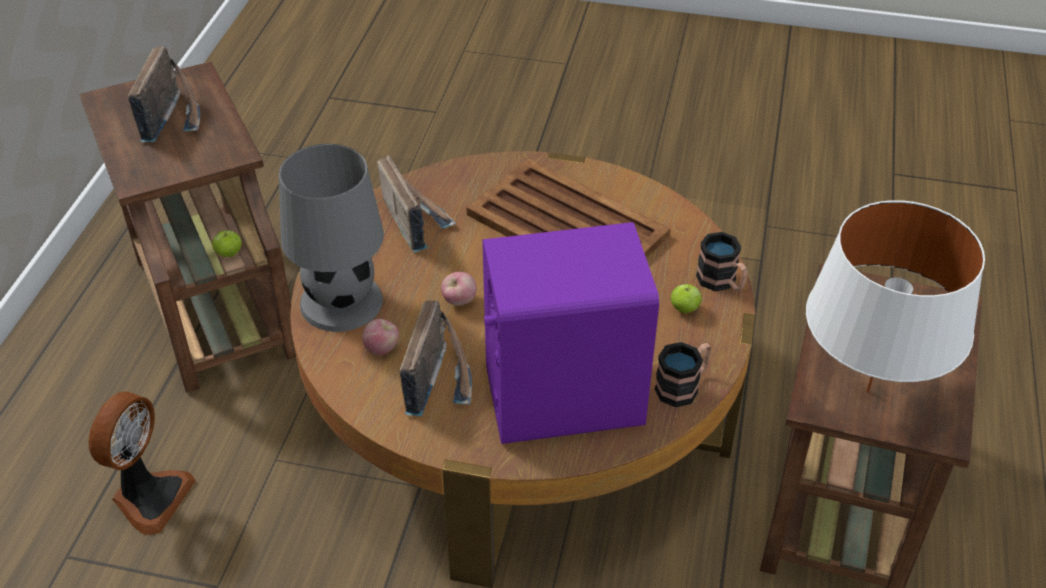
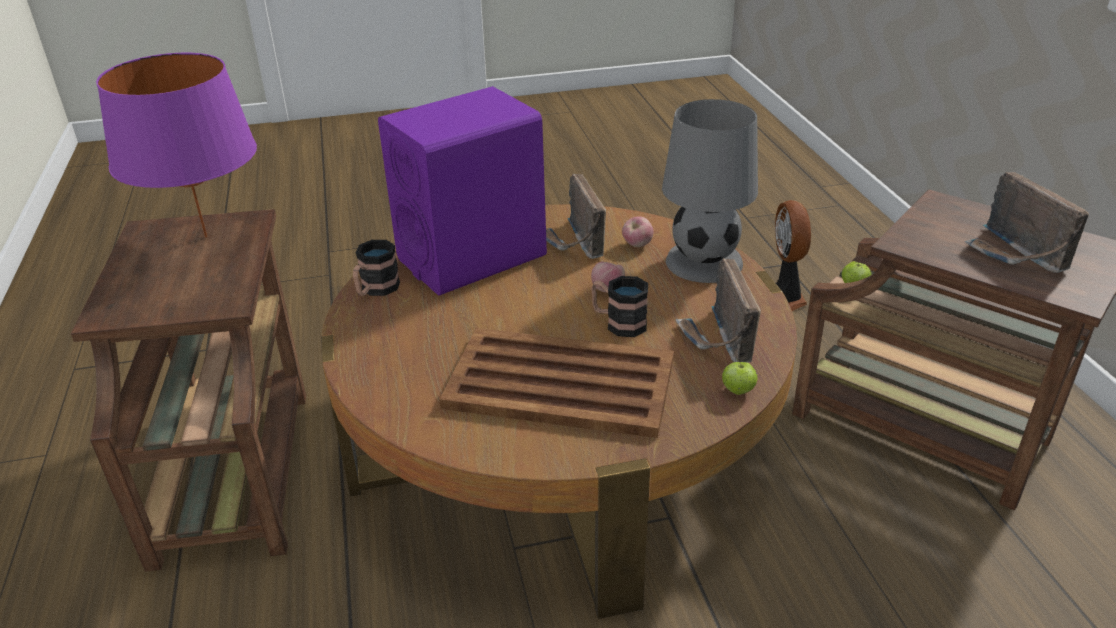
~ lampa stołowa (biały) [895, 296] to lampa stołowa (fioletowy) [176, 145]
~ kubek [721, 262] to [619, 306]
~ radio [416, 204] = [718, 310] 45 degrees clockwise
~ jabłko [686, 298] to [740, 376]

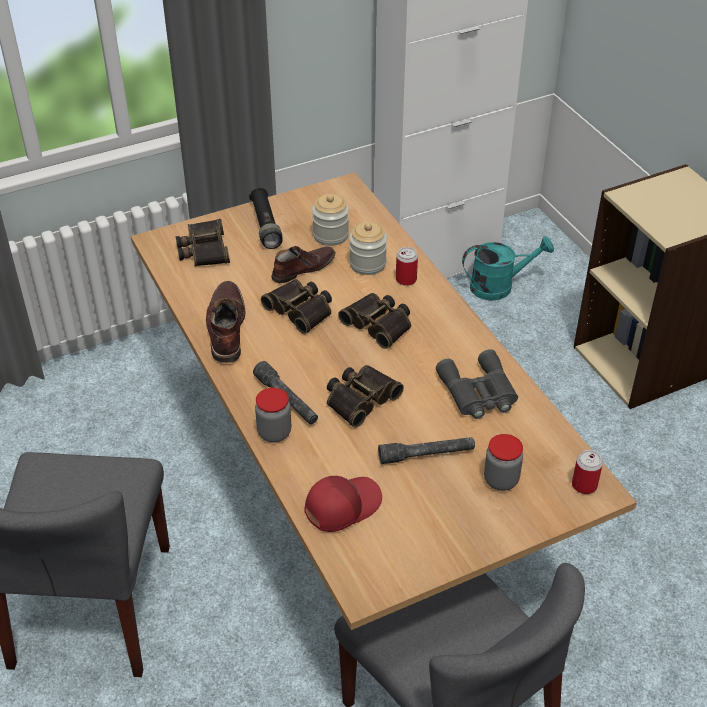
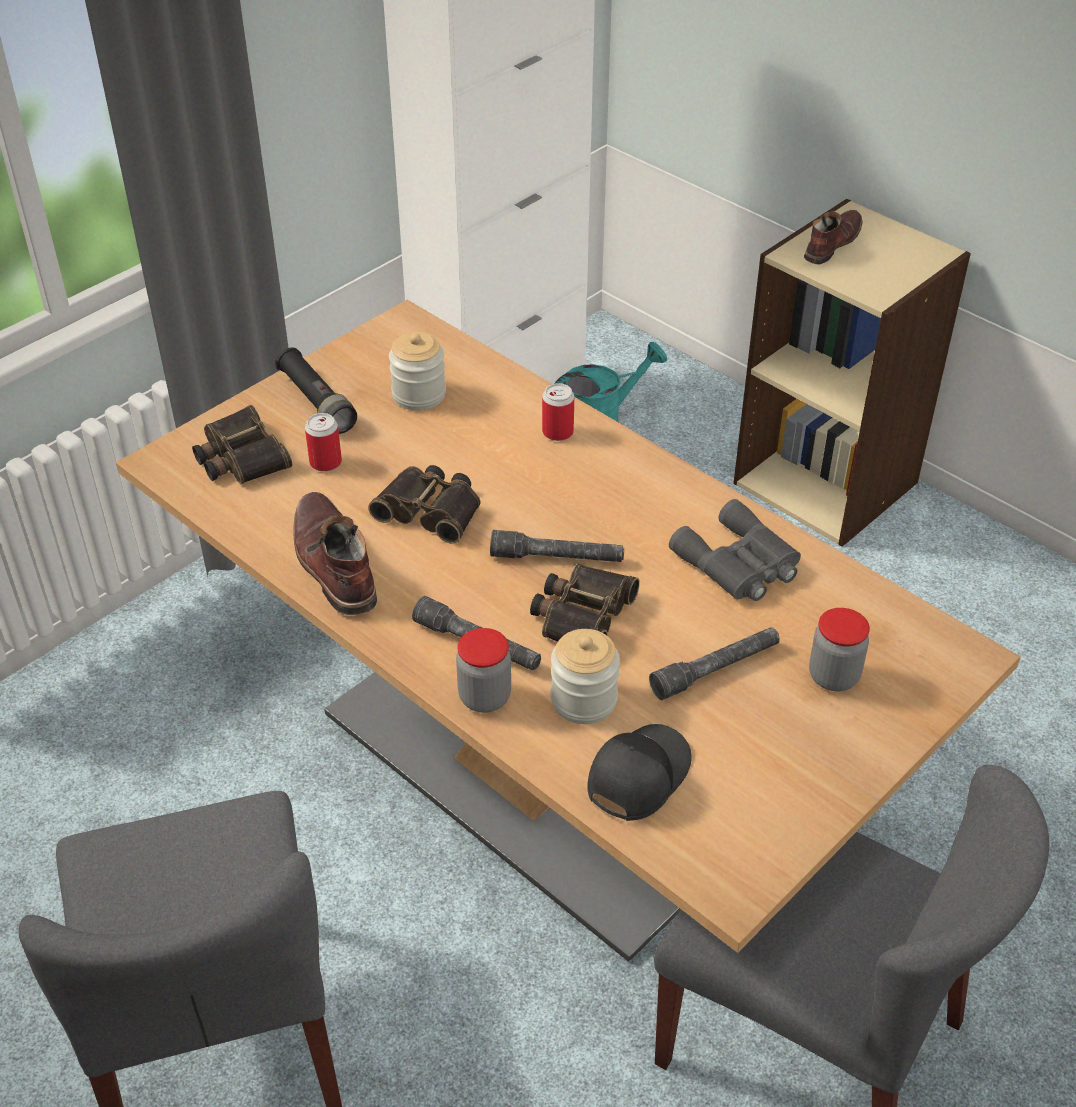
~ puszka [587, 472] to [323, 442]
+ latarka (szary) [557, 546]
~ słoik [368, 248] to [585, 676]
~ czapka z daszkiem (czerwony) [343, 504] to czapka z daszkiem (czarny) [639, 772]
~ but (brązowy) [303, 264] to [833, 237]
- lornetka [374, 321]

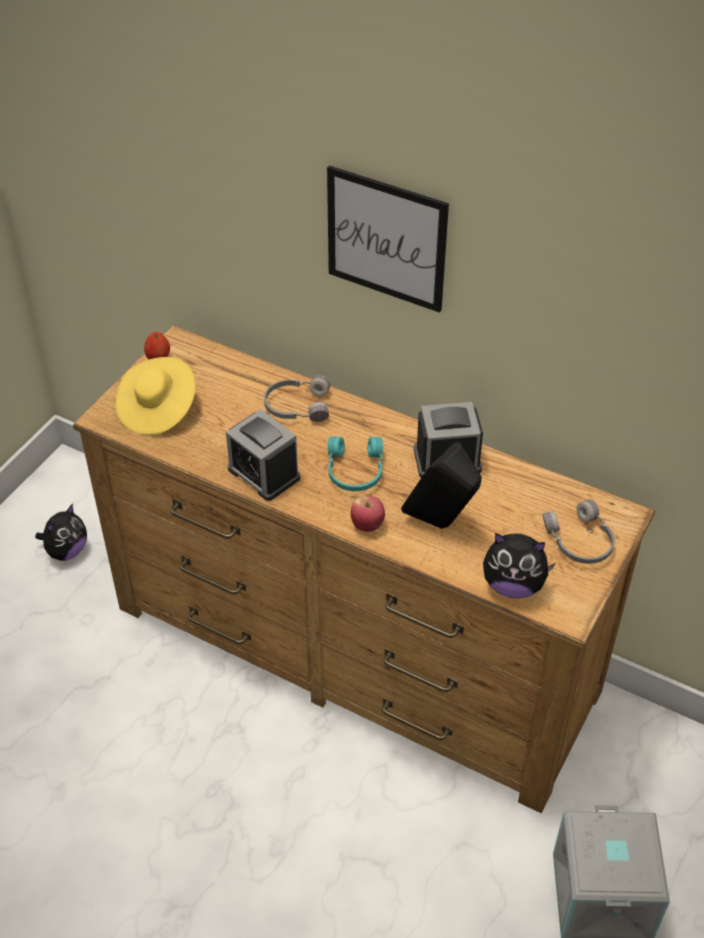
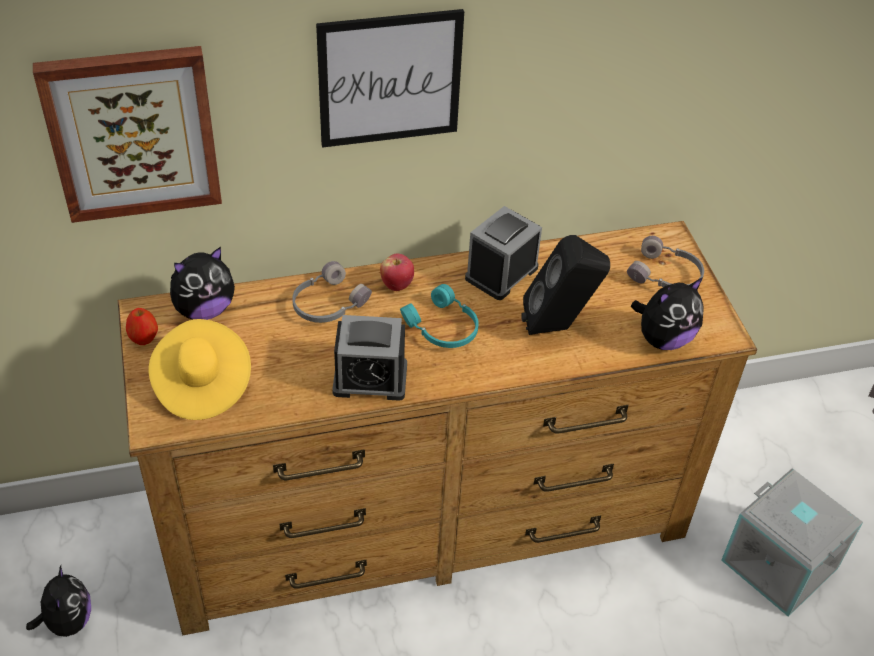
+ obraz [127, 134]
+ pluszak [202, 283]
~ jabłko [368, 514] to [397, 272]

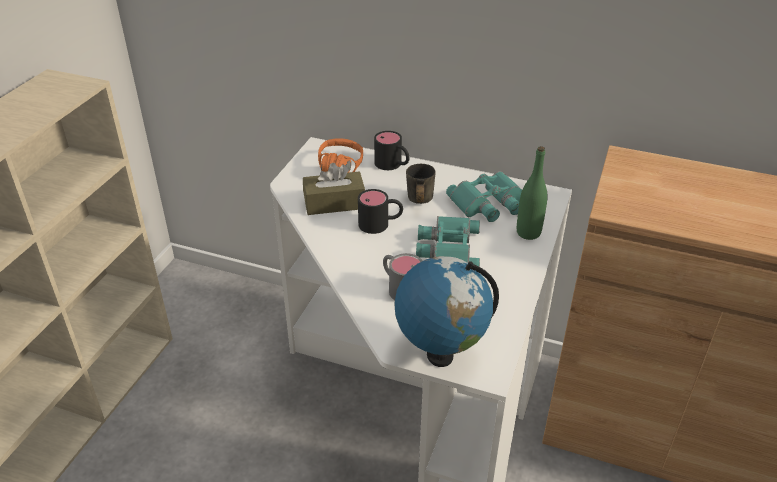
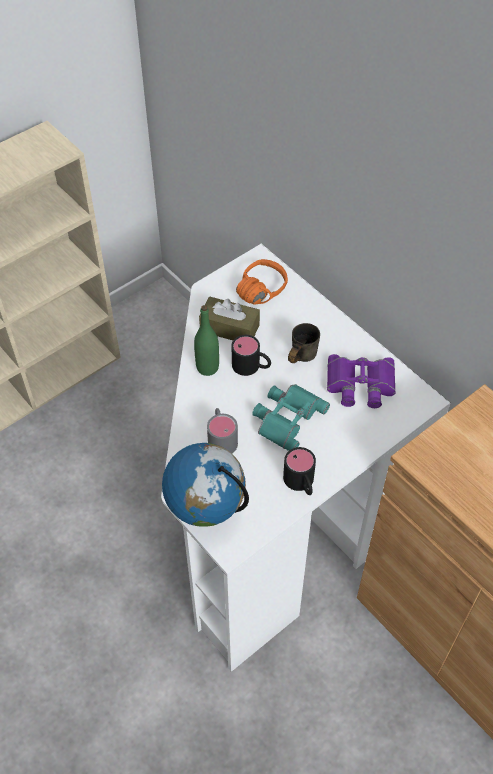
~ butelka (zielony) [532, 193] to [206, 340]
~ kubek (czarny) [391, 150] to [299, 471]
~ lornetka (turkusowy) [484, 196] to lornetka (fioletowy) [361, 381]

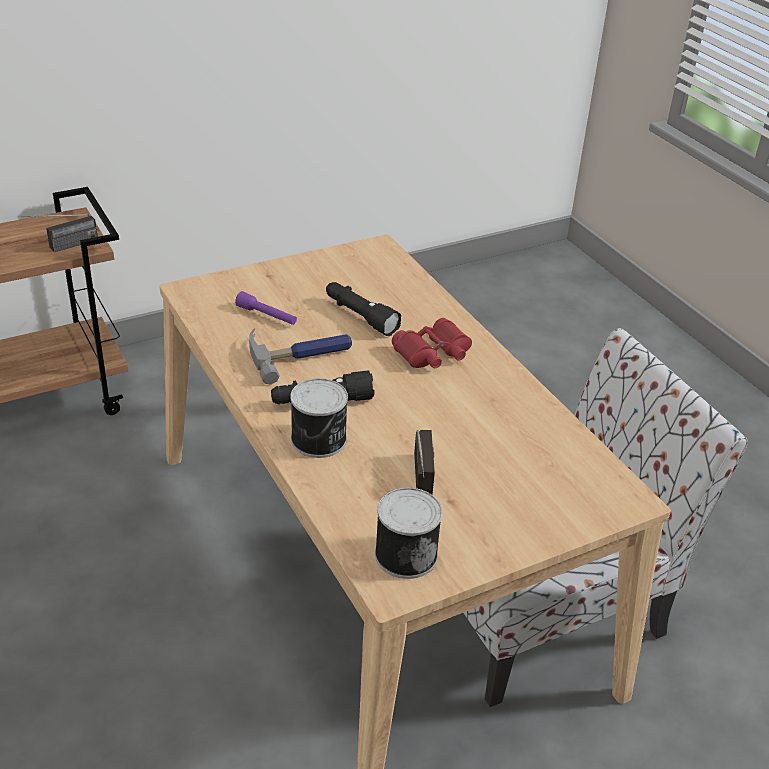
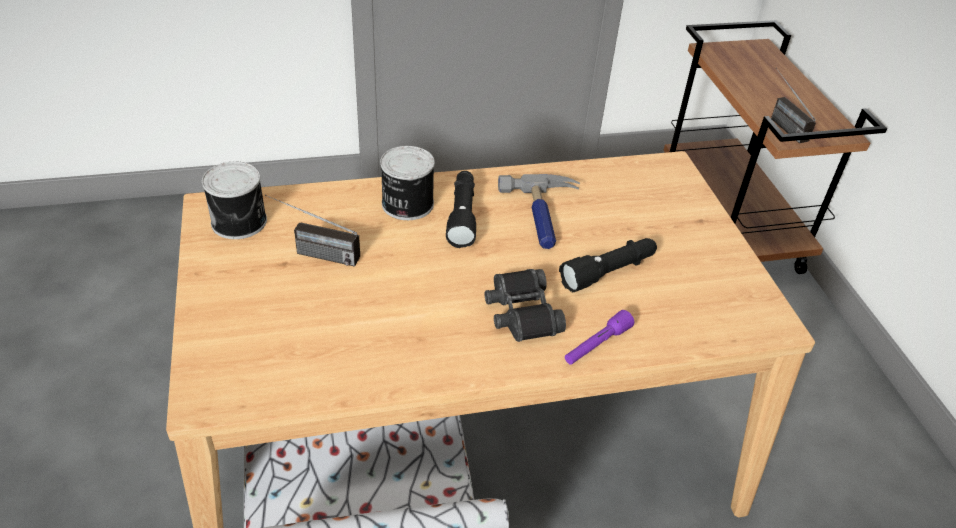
~ lornetka (czerwony) [432, 343] to lornetka (czarny) [525, 305]
~ latarka (fioletowy) [266, 308] to [599, 337]

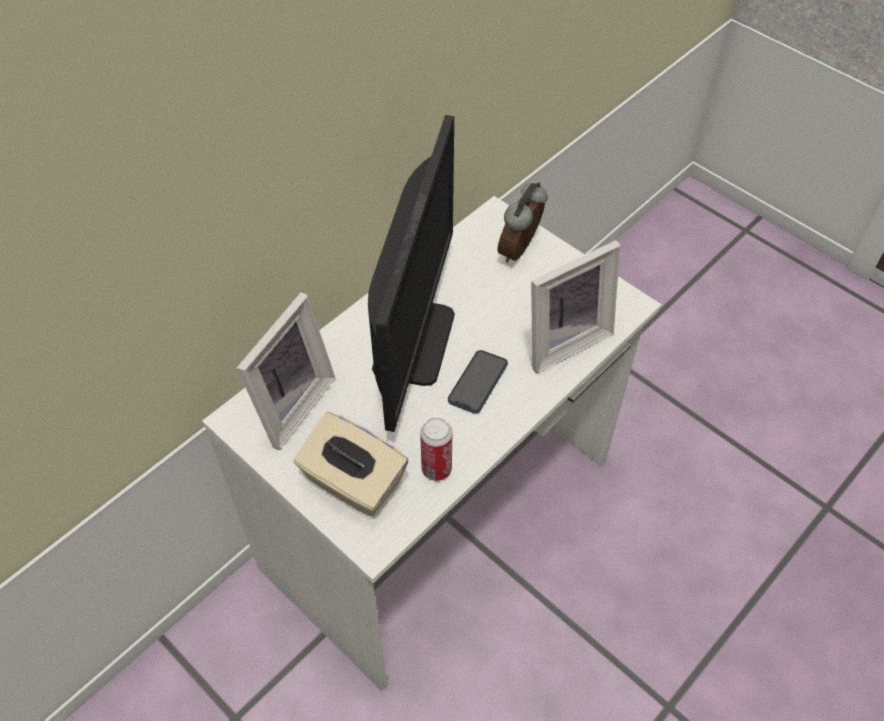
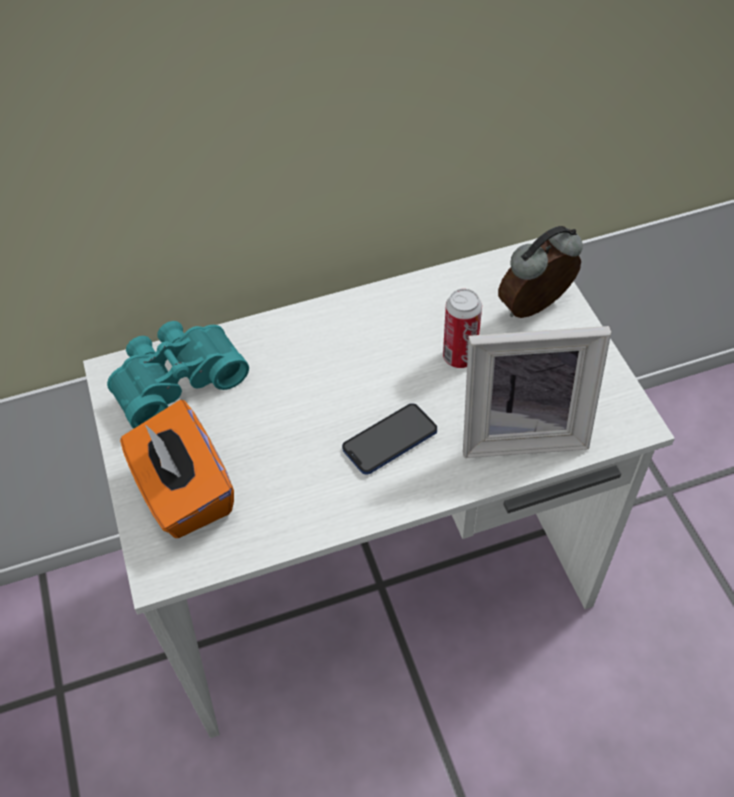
~ ramka na zdjęcie [286, 371] to lornetka (turkusowy) [178, 375]
~ pudełko chusteczek (beżowy) [350, 464] to pudełko chusteczek (pomarańczowy) [177, 469]
~ puszka [436, 449] to [462, 328]
- monitor [411, 273]

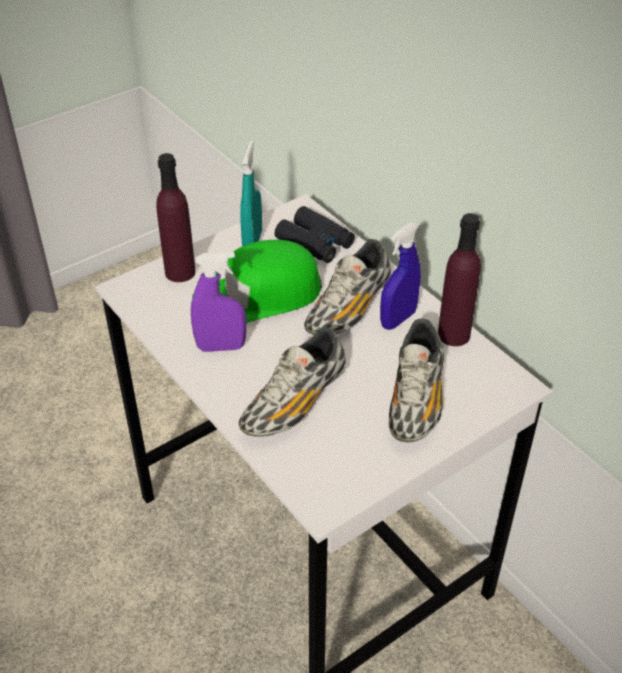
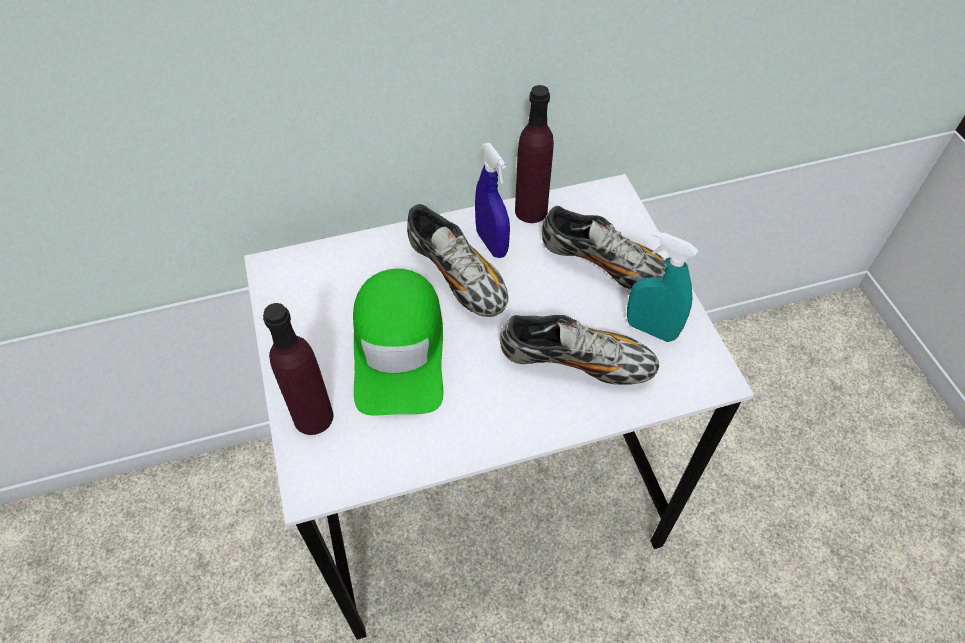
~ but [292, 382] = [579, 350] 45 degrees counterclockwise
~ spryskiwacz (turkusowy) [251, 193] to [662, 286]
- spryskiwacz (fioletowy) [218, 302]
- lornetka (czarny) [315, 234]

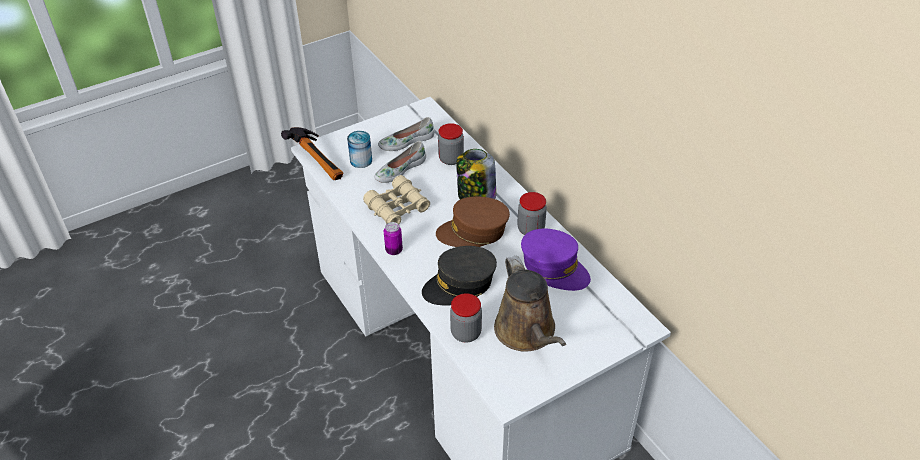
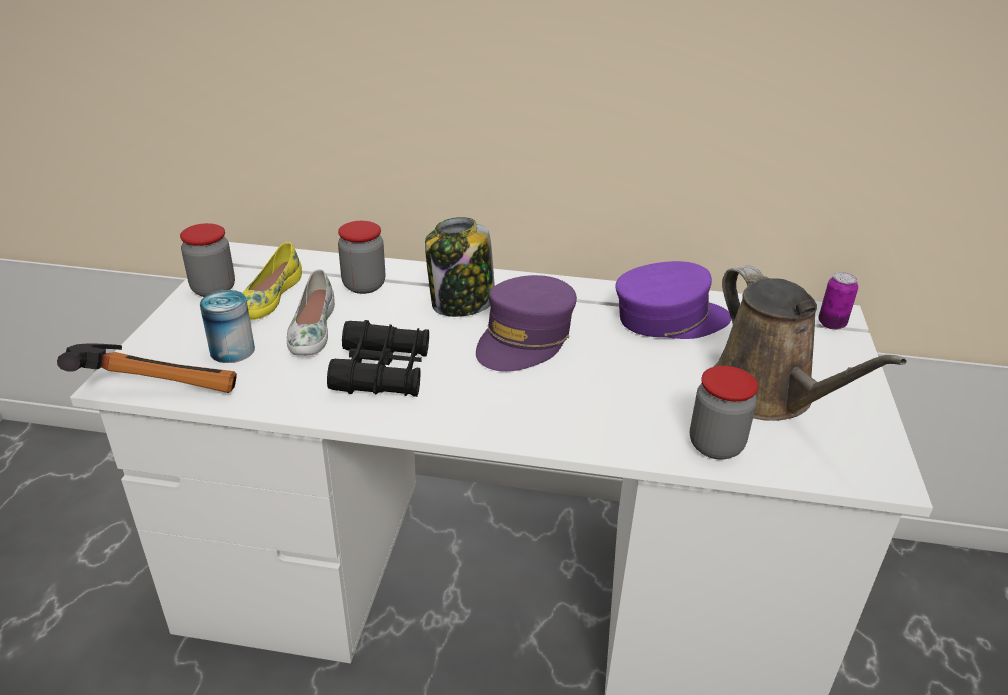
~ słoik [532, 213] to [207, 260]
~ but (biały) [406, 134] to but (żółty) [272, 281]
~ lornetka (beżowy) [396, 199] to lornetka (czarny) [378, 358]
~ czapka z daszkiem (brązowy) [473, 221] to czapka z daszkiem (fioletowy) [526, 323]
~ konewka (brązowy) [530, 303] = [810, 343] 45 degrees clockwise
~ puszka [393, 238] to [838, 301]
- czapka z daszkiem (szary) [459, 275]

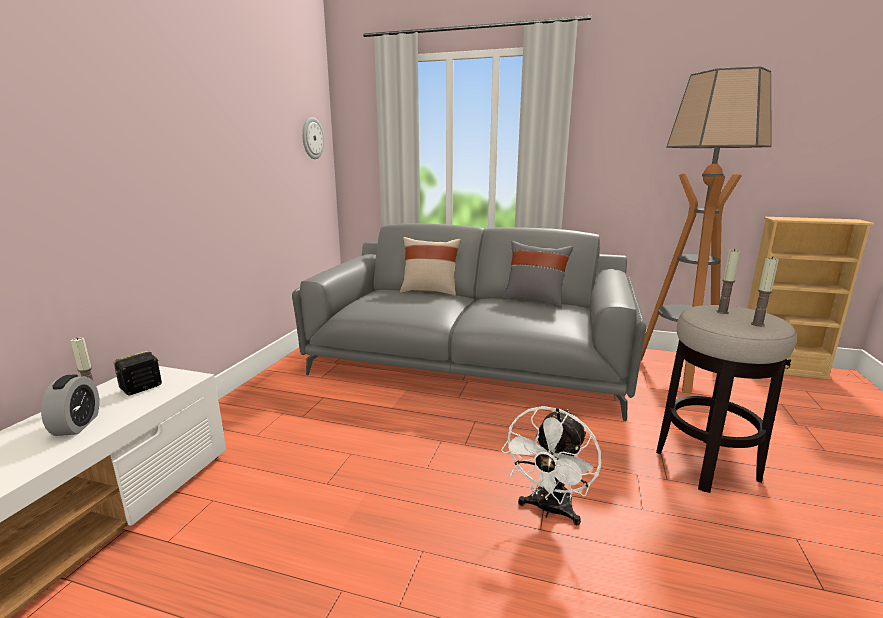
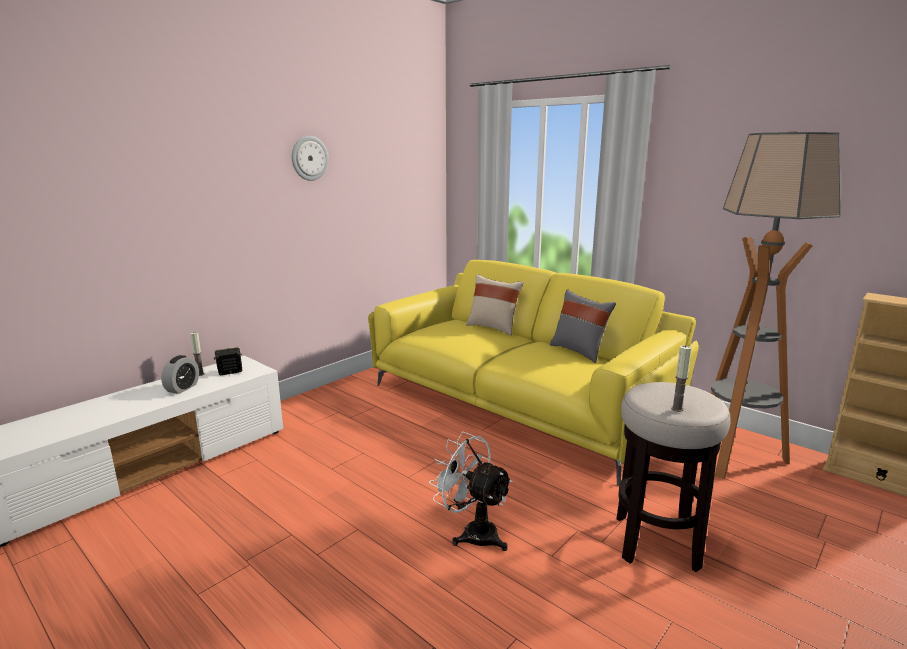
~ zegar ścienny [313, 138] to [310, 158]
~ kanapa (szary) [469, 322] to kanapa (żółty) [533, 373]
~ wentylator (biały) [551, 465] = [471, 491] 75 degrees clockwise
- świeca [728, 281]

